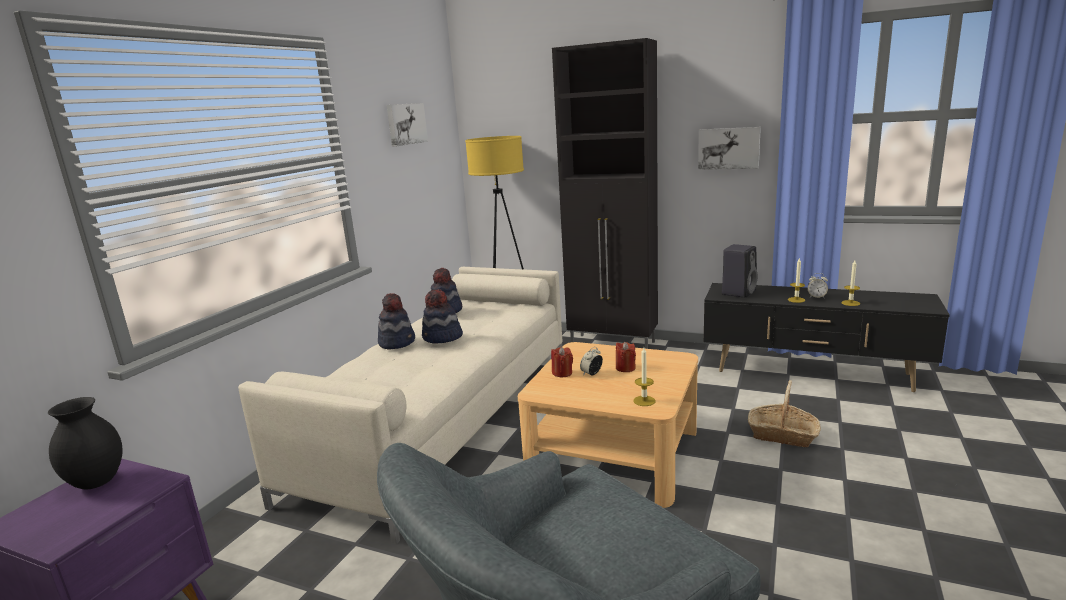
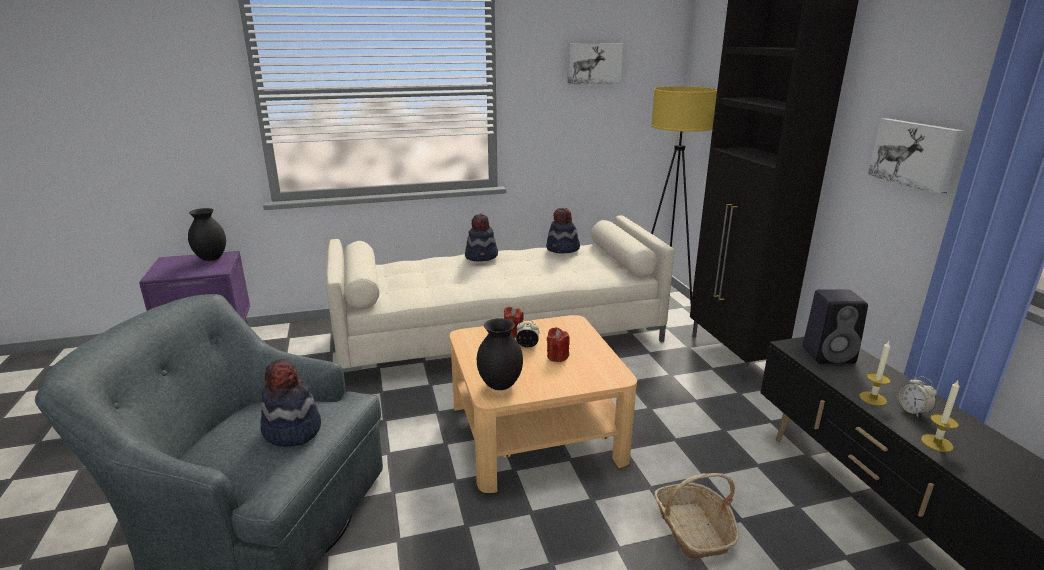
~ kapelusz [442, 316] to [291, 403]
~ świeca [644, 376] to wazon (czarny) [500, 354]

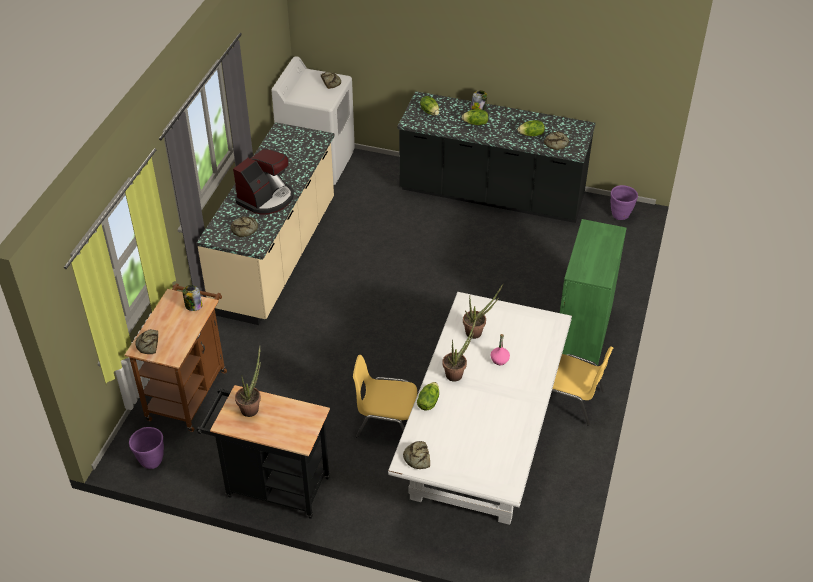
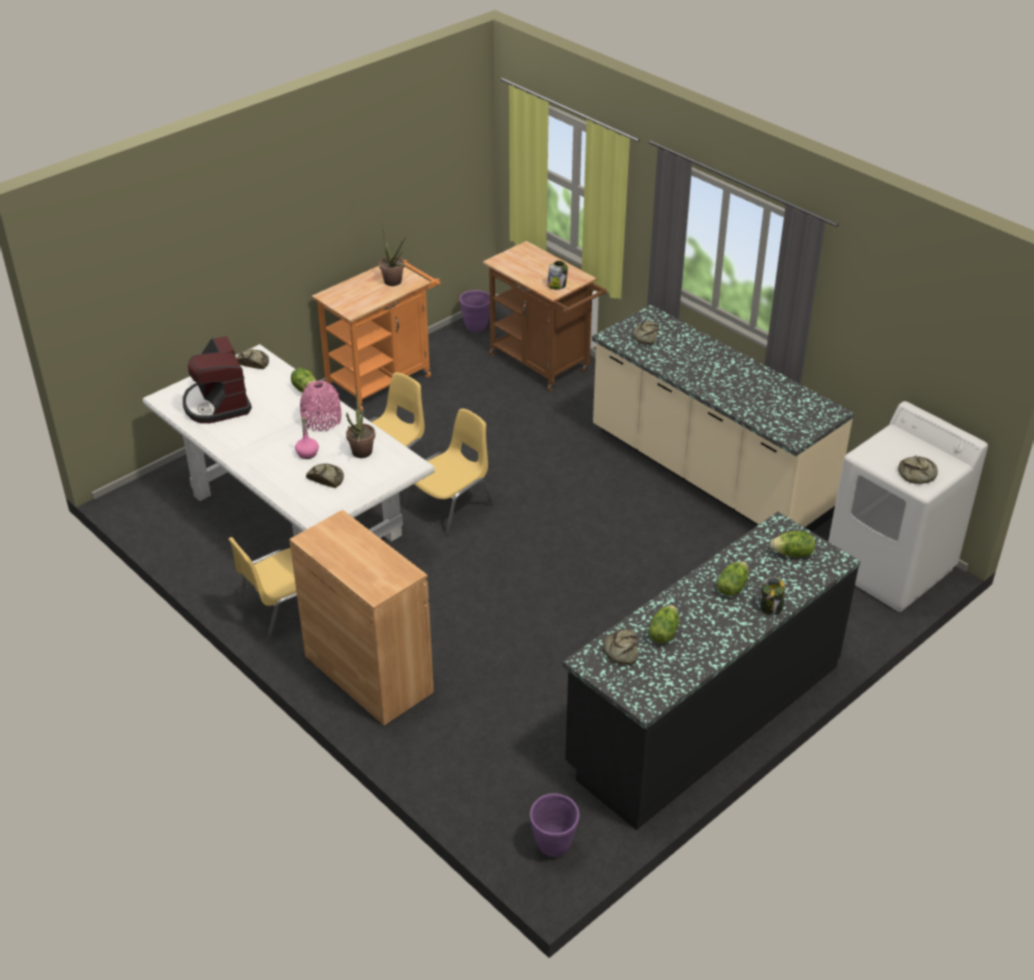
~ ekspres do kawy [263, 182] to [217, 379]
~ szafka (zielony) [593, 292] to szafka (brązowy) [361, 617]
~ roślina doniczkowa [460, 349] to wazon (różowy) [320, 406]
~ chleb [146, 341] to [325, 475]
~ wózek (czarny) [263, 452] to wózek (pomarańczowy) [376, 336]
+ krzesło (żółty) [449, 472]

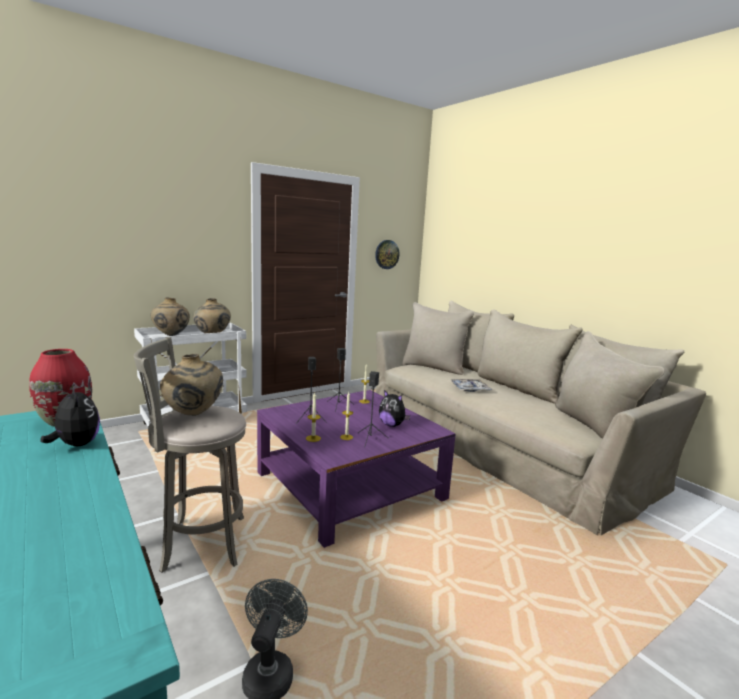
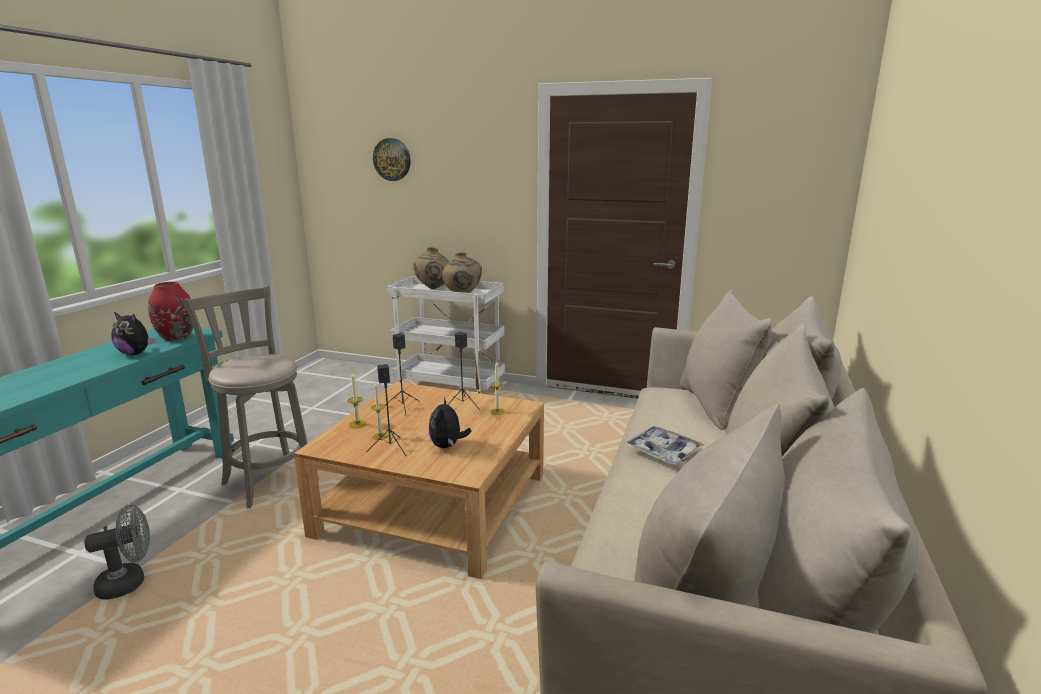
~ pluszak [70, 415] = [133, 333] 90 degrees clockwise
~ ława (fioletowy) [356, 469] to ława (beżowy) [419, 480]
~ zegar ścienny [387, 254] to [392, 159]
- wazon (beżowy) [191, 385]

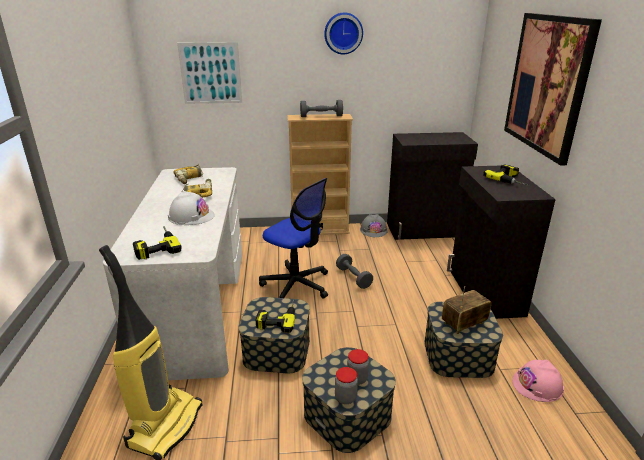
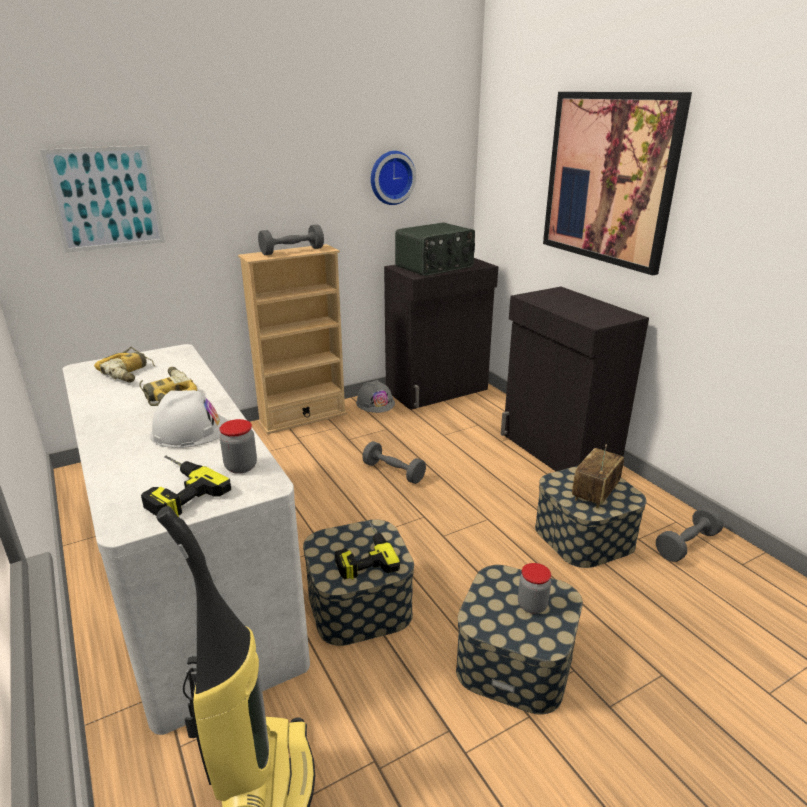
~ słoik [346, 385] to [238, 446]
~ zegar ścienny [343, 33] to [393, 178]
+ radio [435, 249]
~ kask (różowy) [538, 381] to hantel (szary) [689, 534]
- krzesło biurowe [293, 238]
- wiertarka [506, 175]

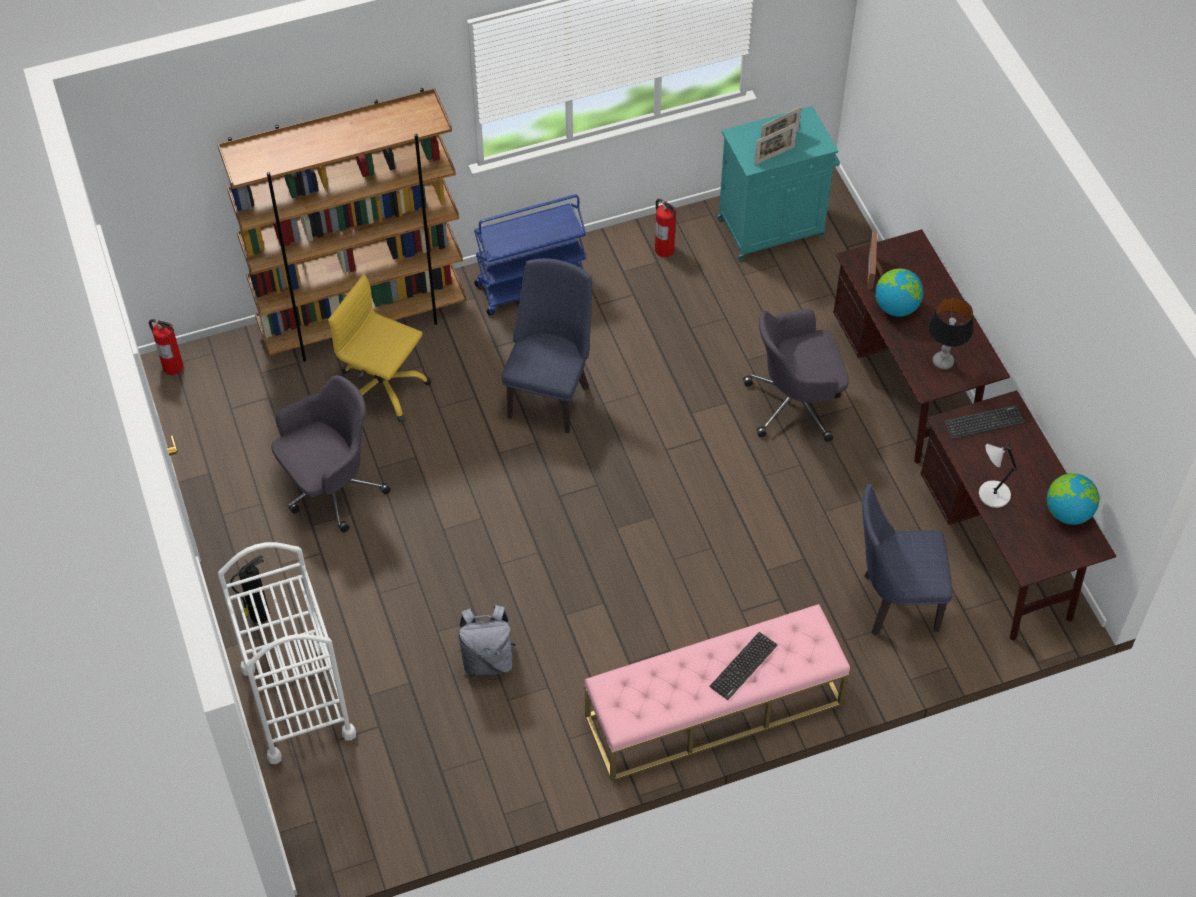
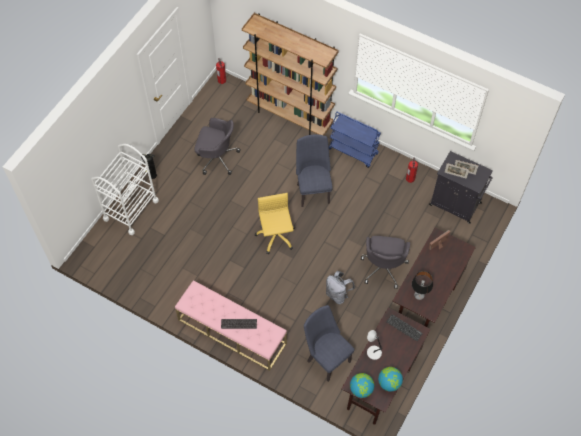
~ krzesło biurowe (żółty) [379, 348] to [275, 223]
~ krzesło (niebieski) [547, 345] = [314, 170] 75 degrees counterclockwise
~ plecak (szary) [486, 640] to [340, 287]
~ globus [899, 292] to [362, 385]
~ krzesło biurowe (szary) [796, 375] = [385, 262] 120 degrees counterclockwise
~ szafka (turkusowy) [778, 183] to szafka (czarny) [461, 187]

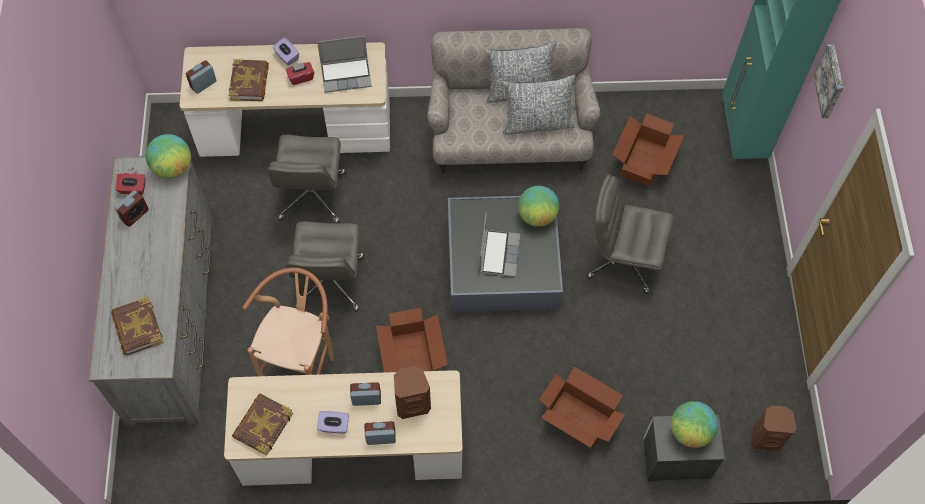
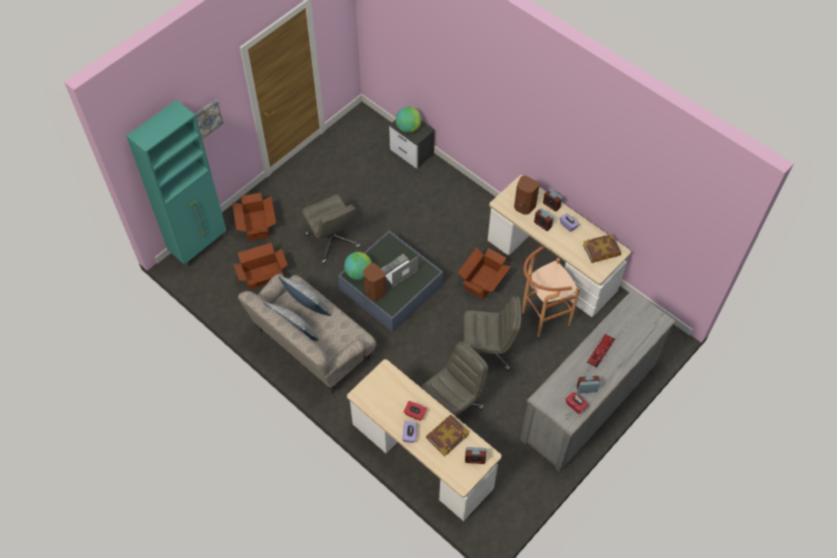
~ karton [582, 407] to [254, 217]
~ głośnik (brązowy) [774, 428] to [374, 282]
~ krzesło biurowe (szary) [325, 266] = [492, 333] 45 degrees clockwise
+ klawiatura [601, 351]
- książka [137, 326]
- globus [168, 156]
- laptop [344, 64]

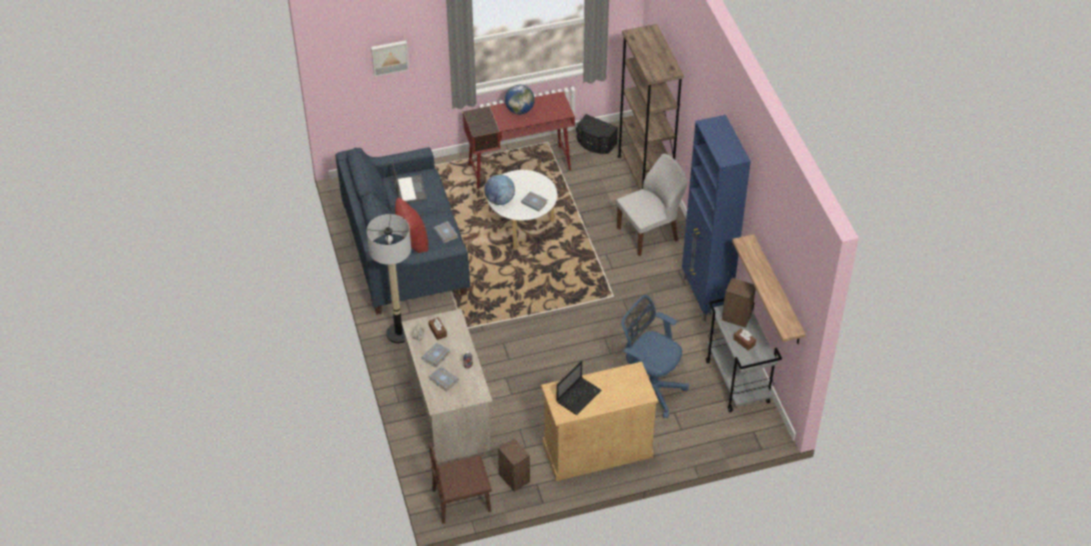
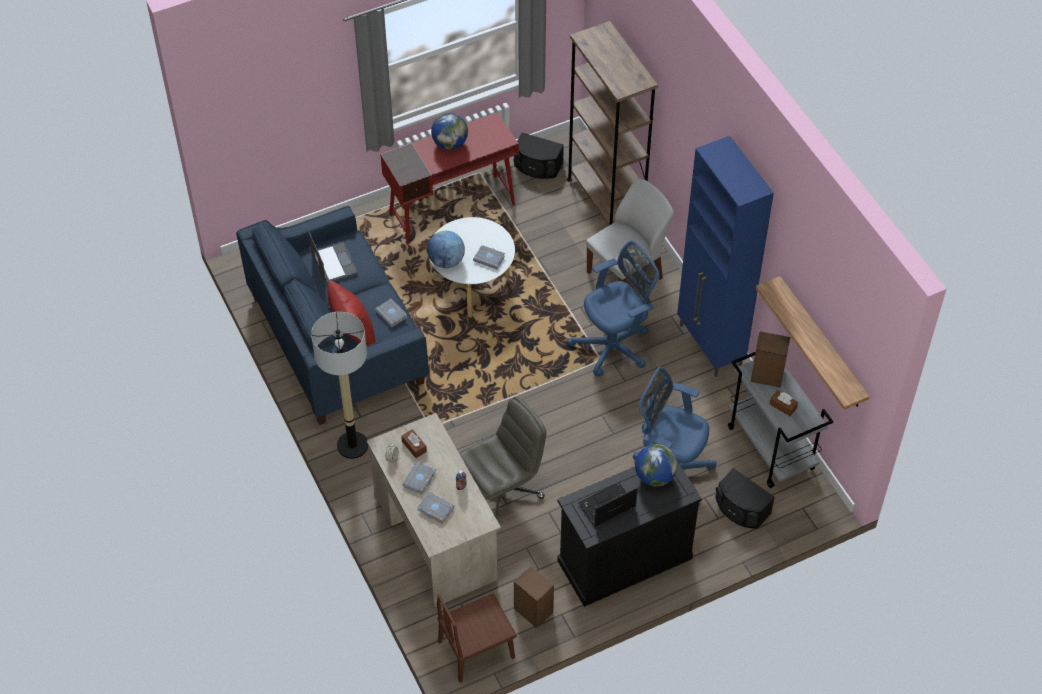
+ krzesło biurowe (szary) [502, 457]
~ szafka (beżowy) [599, 421] to szafka (czarny) [629, 534]
+ krzesło biurowe (niebieski) [613, 308]
~ laptop [579, 388] = [608, 504] 150 degrees counterclockwise
+ globus [656, 465]
+ głośnik (czarny) [745, 498]
- obraz [390, 58]

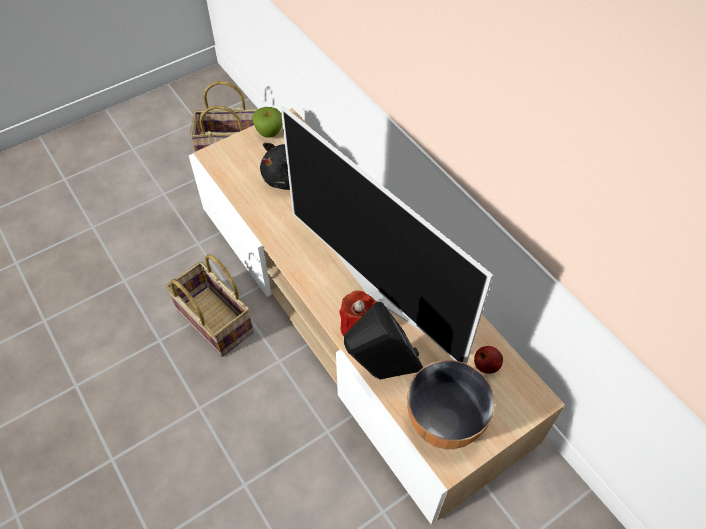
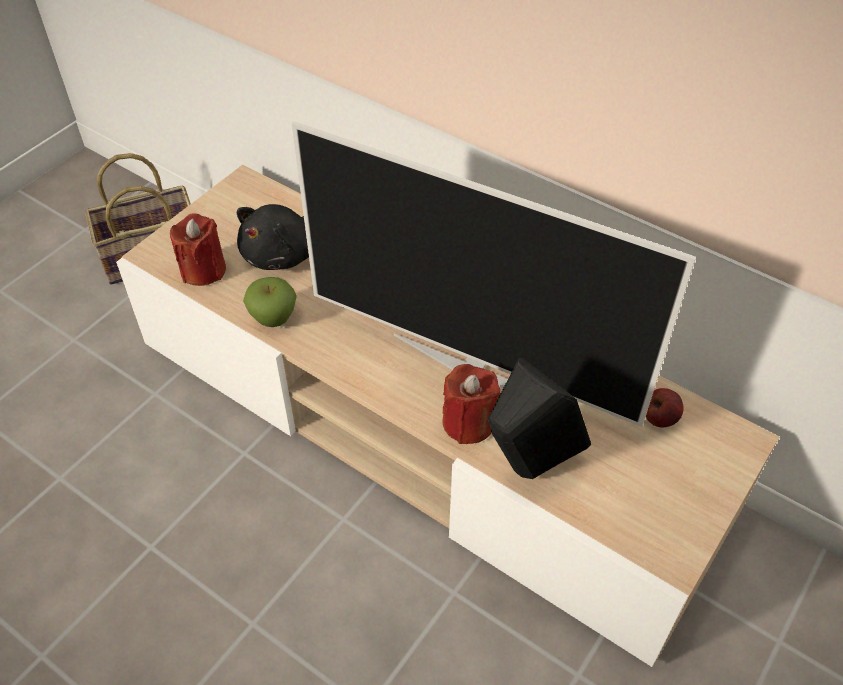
+ świeca (czerwony) [198, 249]
~ jabłko [267, 122] to [270, 302]
- koszyk [210, 305]
- miska [451, 404]

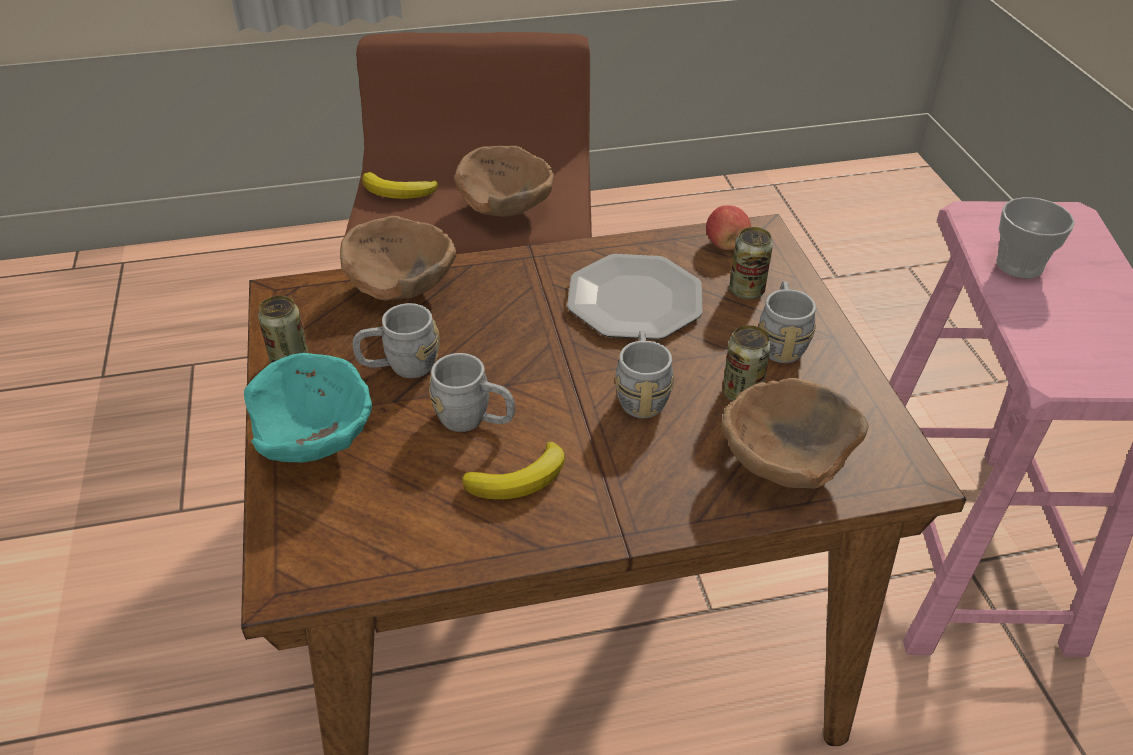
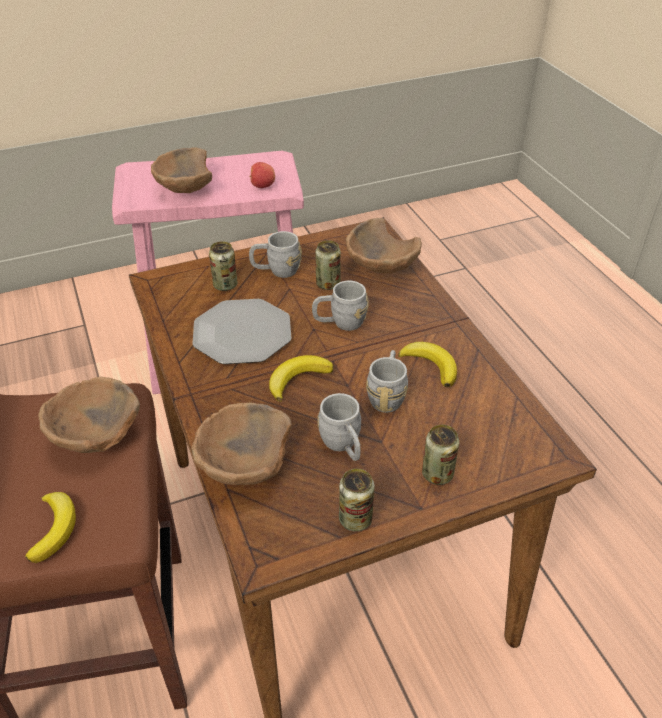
~ filiżanka [1035, 237] to miska (brązowy) [181, 170]
~ jabłko [728, 227] to [262, 175]
+ banan [301, 378]
~ miska (turkusowy) [308, 408] to puszka [440, 455]

